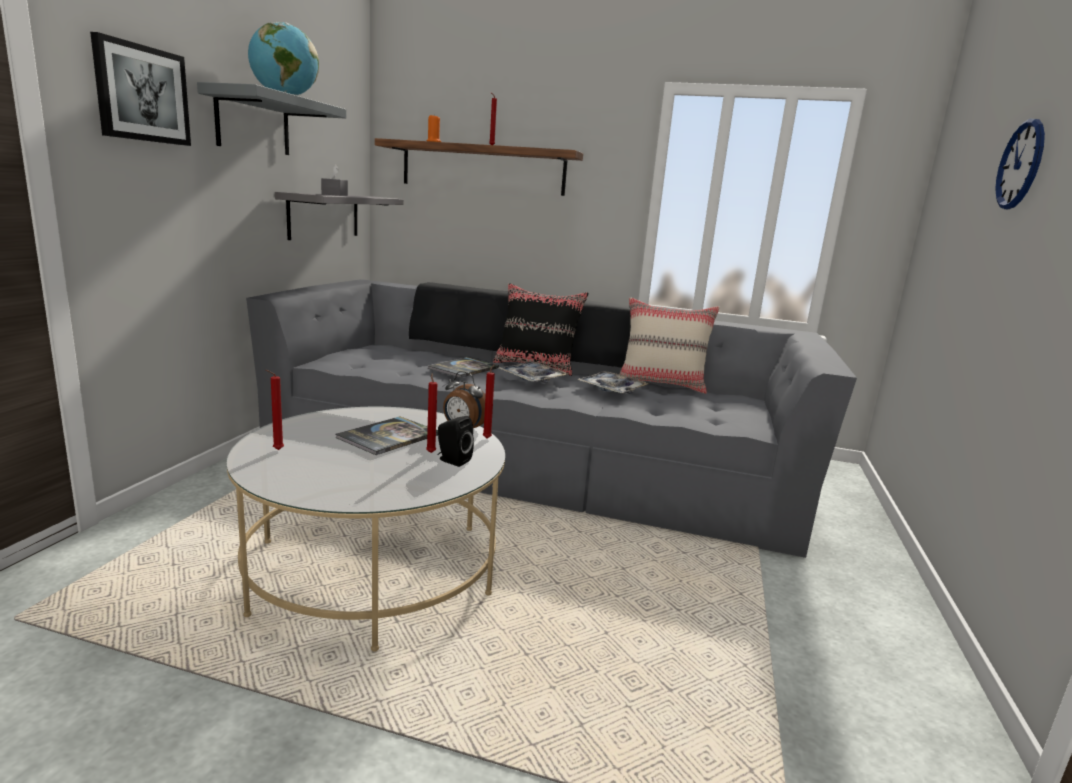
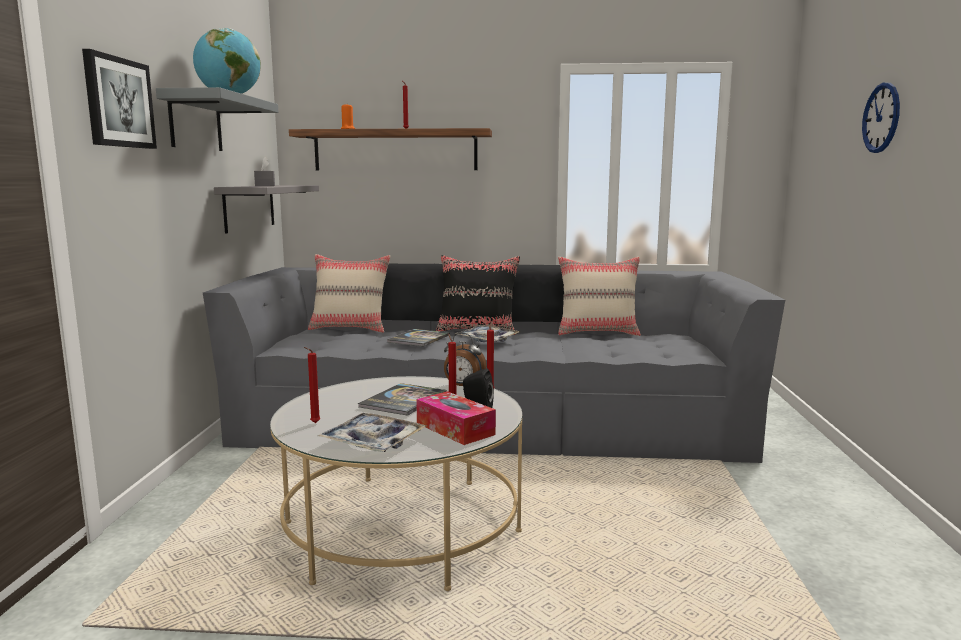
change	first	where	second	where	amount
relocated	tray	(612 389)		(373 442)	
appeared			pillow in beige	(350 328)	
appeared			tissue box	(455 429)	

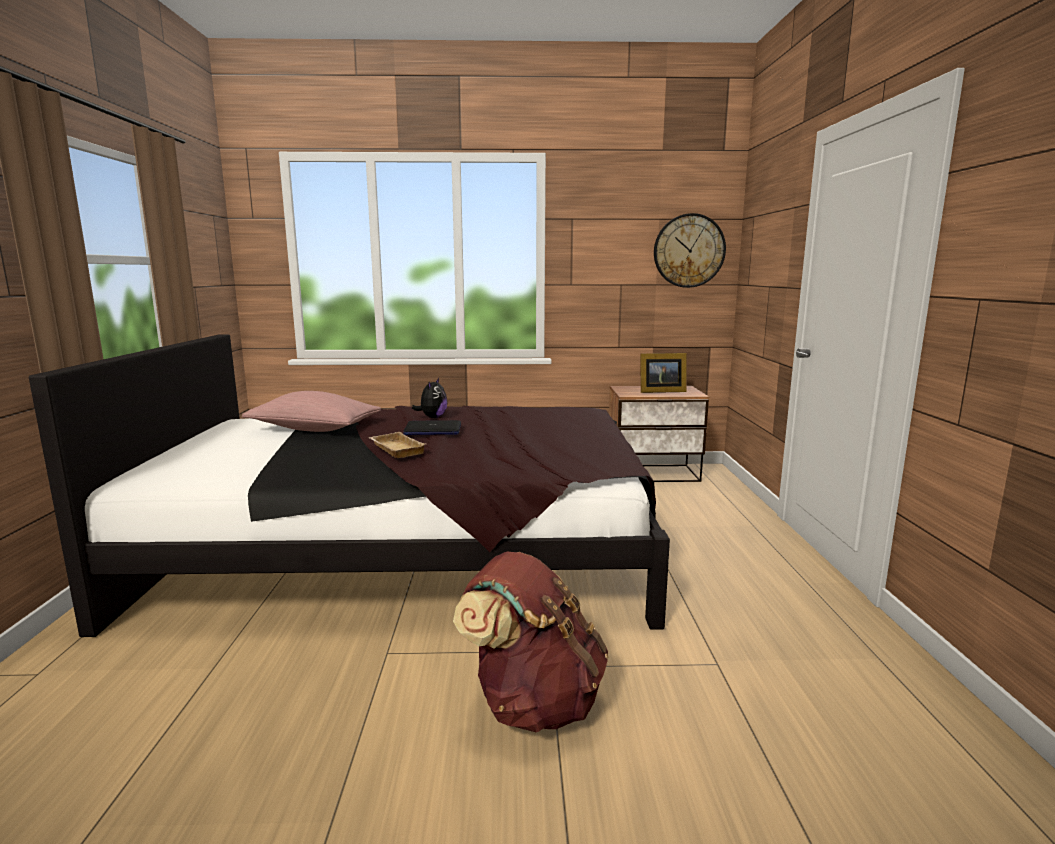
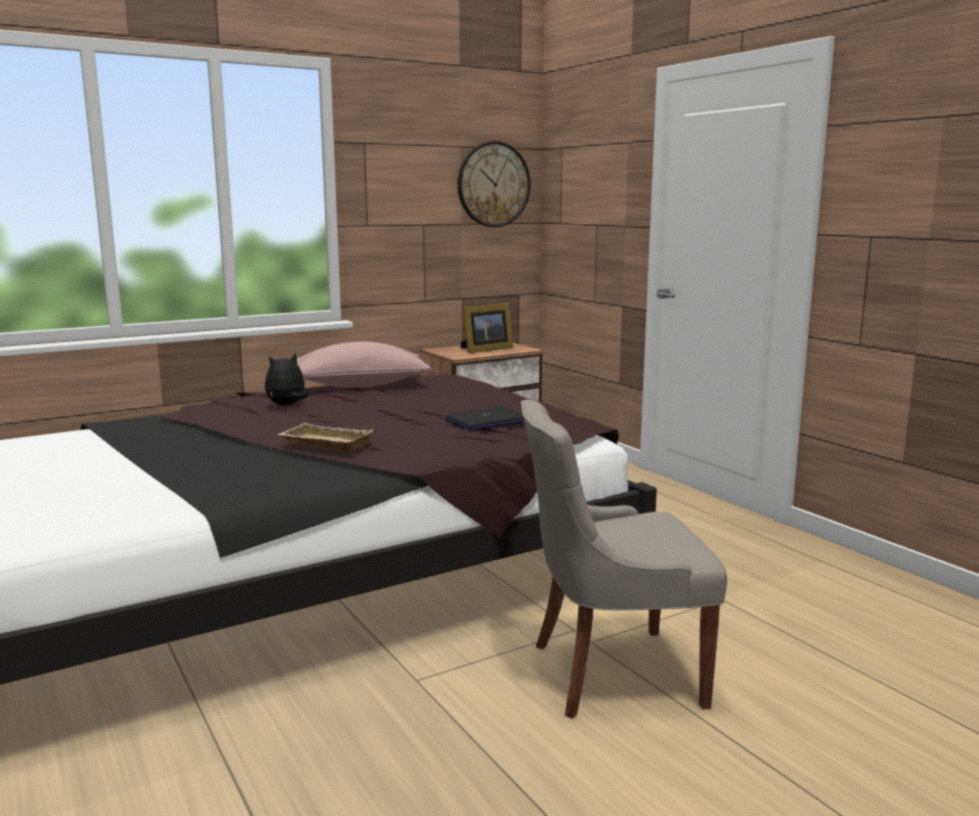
change	first	where	second	where	amount
relocated	pillow in pink	(314 429)		(359 385)	
relocated	laptop	(432 430)		(487 421)	
spun	plush toy	(432 417)		(287 405)	120 degrees counterclockwise
exchanged	backpack in brown	(533 702)	chair in grey	(611 673)	

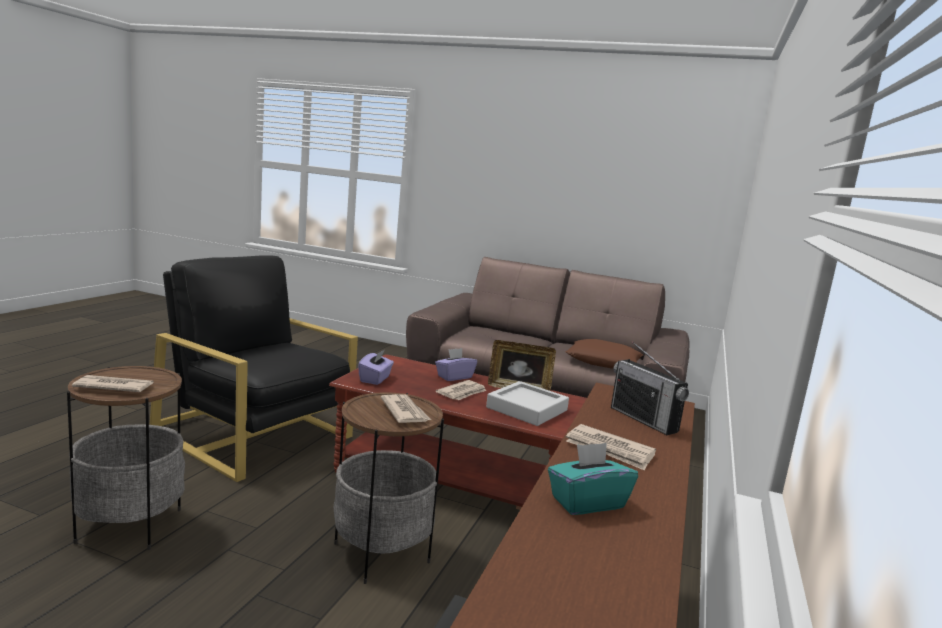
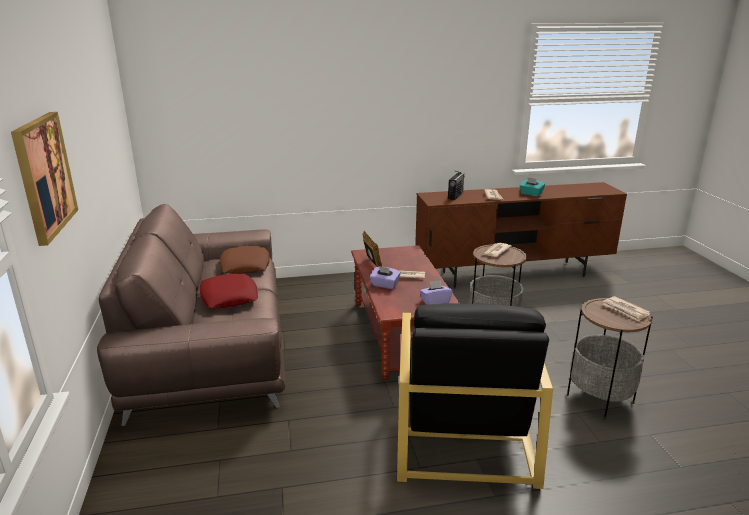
change	first	where	second	where	amount
missing	tray in grey	(527 409)			
appeared			picture	(44 175)	
appeared			pillow in red	(229 296)	

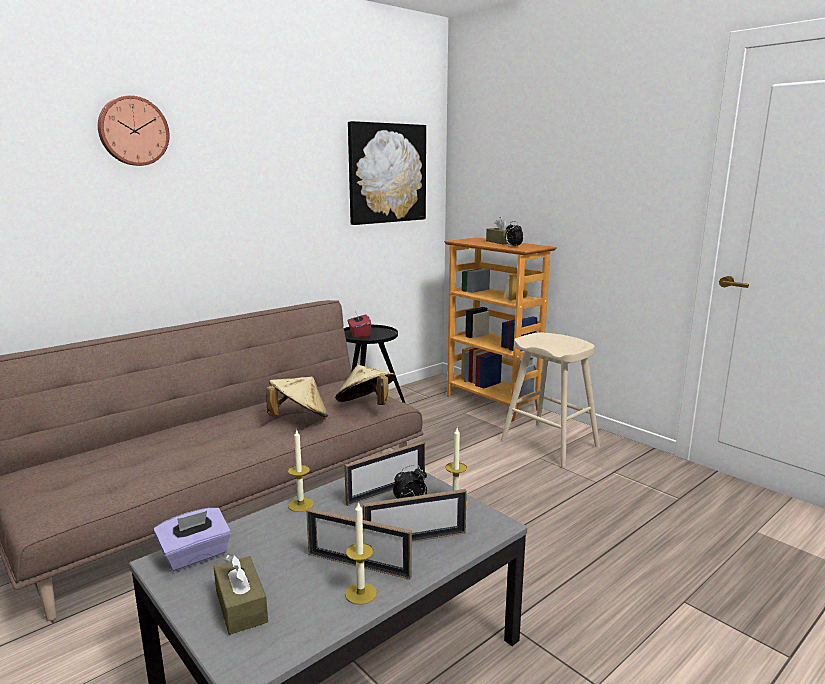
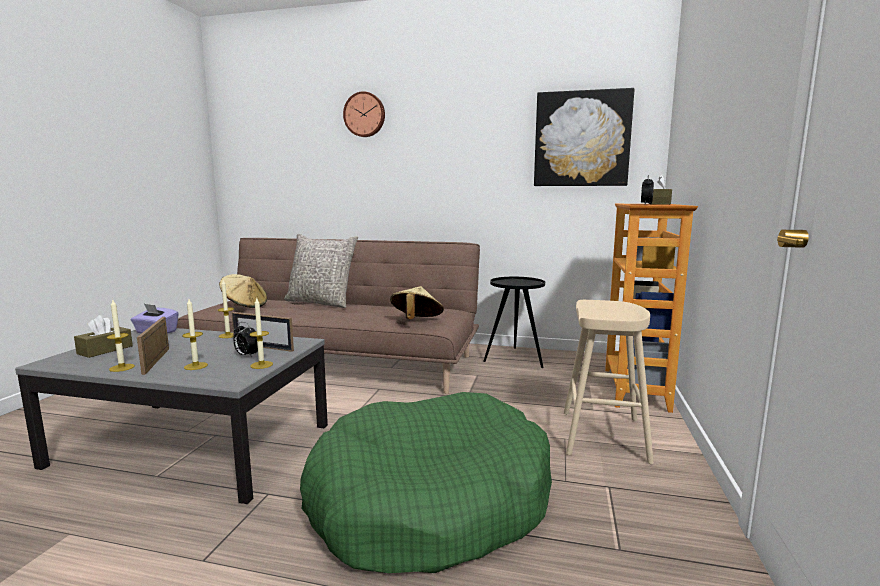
change	first	where	second	where	amount
relocated	hat in beige	(299 418)		(244 305)	
missing	tissue box in red	(359 334)			
exchanged	picture frame	(415 540)	candle	(195 366)	
appeared			pillow in grey	(321 302)	
appeared			dog bed in green	(430 502)	

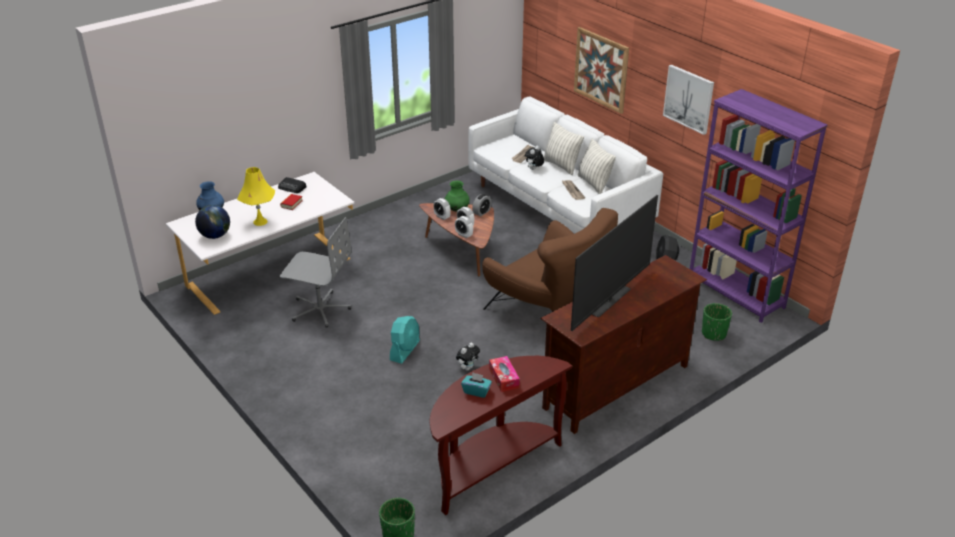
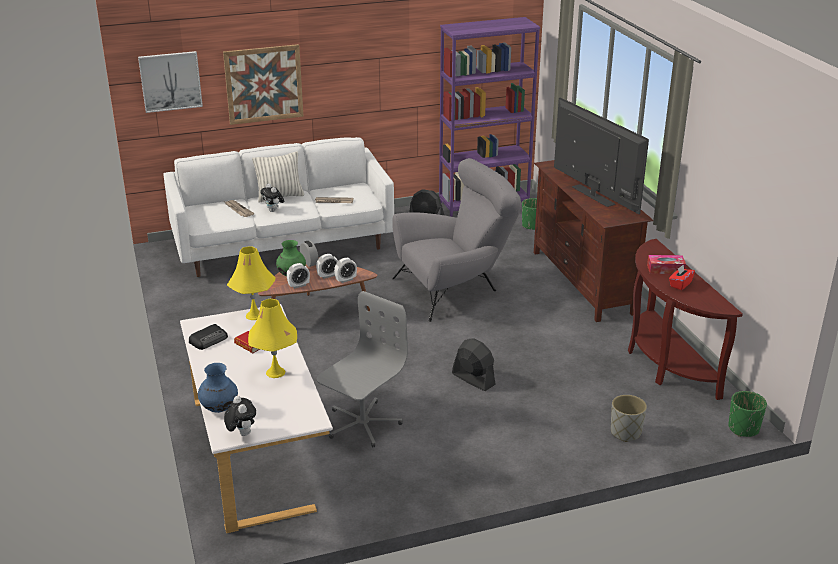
change	first	where	second	where	amount
missing	globe	(215 236)			
colour	fan in turquoise	(405 350)	fan in black	(473 379)	
relocated	plush toy	(467 367)		(241 433)	
colour	tissue box in turquoise	(476 391)	tissue box in red	(680 284)	
colour	armchair in brown	(549 310)	armchair in grey	(455 288)	
missing	pillow	(594 184)			
relocated	picture	(689 99)		(170 81)	
appeared			table lamp in yellow	(254 315)	
appeared			planter in grey	(625 433)	

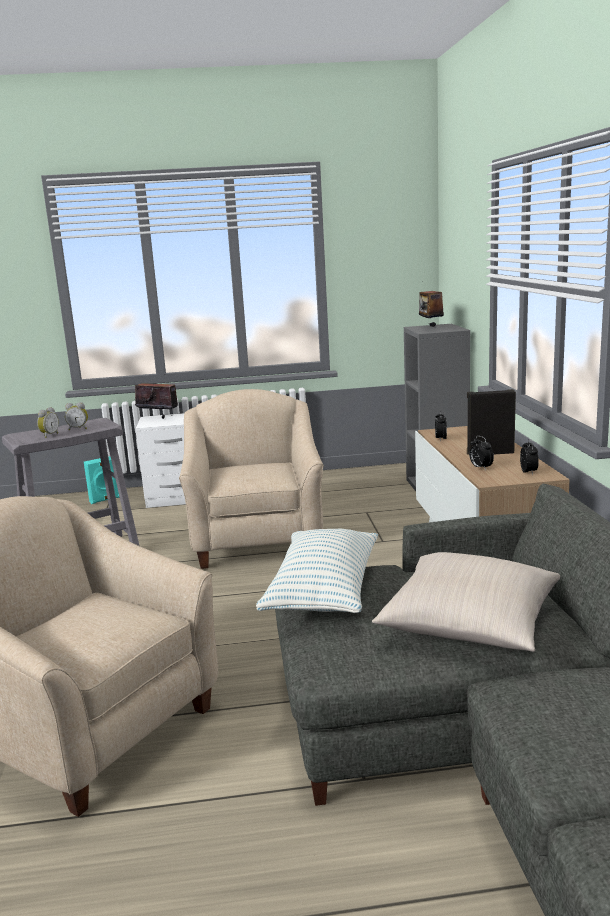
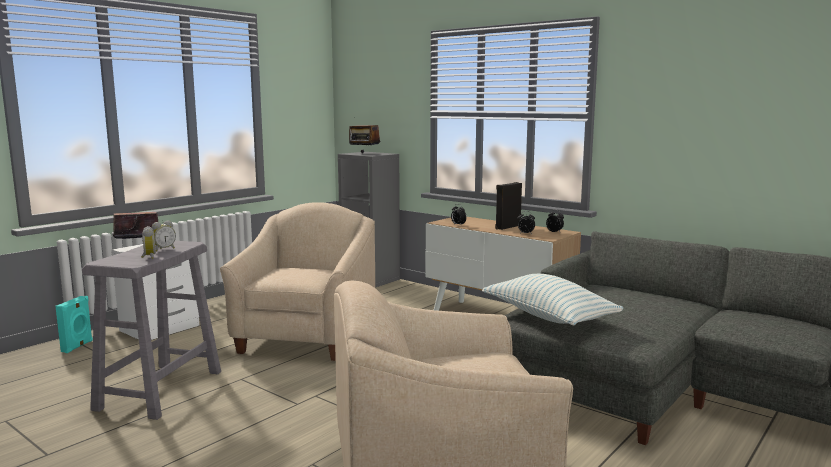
change	first	where	second	where	amount
spun	armchair in beige	(257 539)		(307 337)	60 degrees clockwise
missing	pillow in beige	(470 623)			

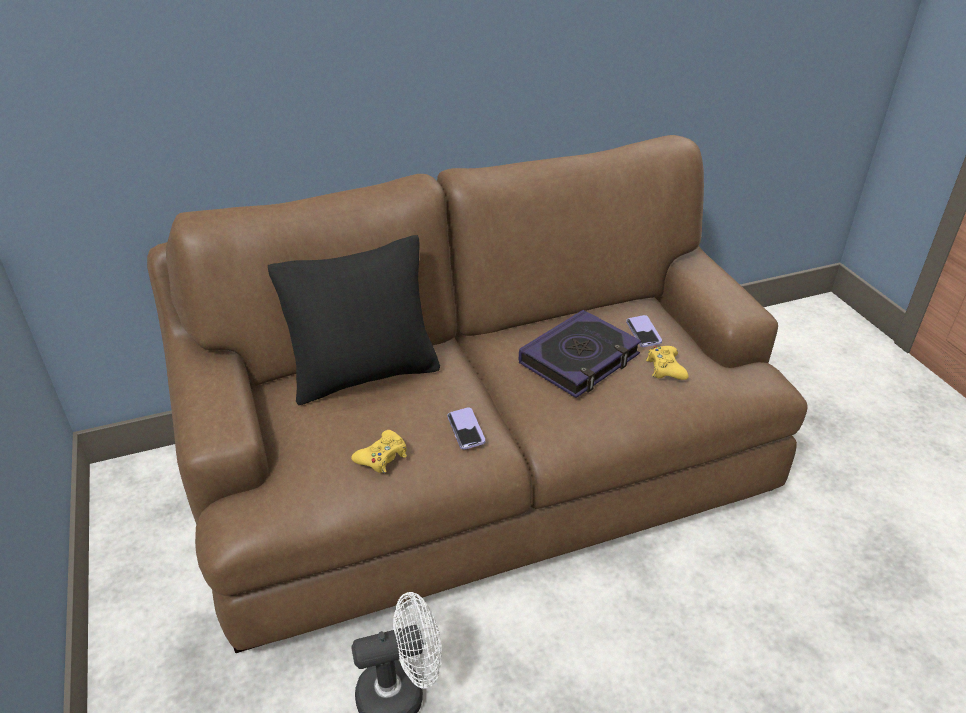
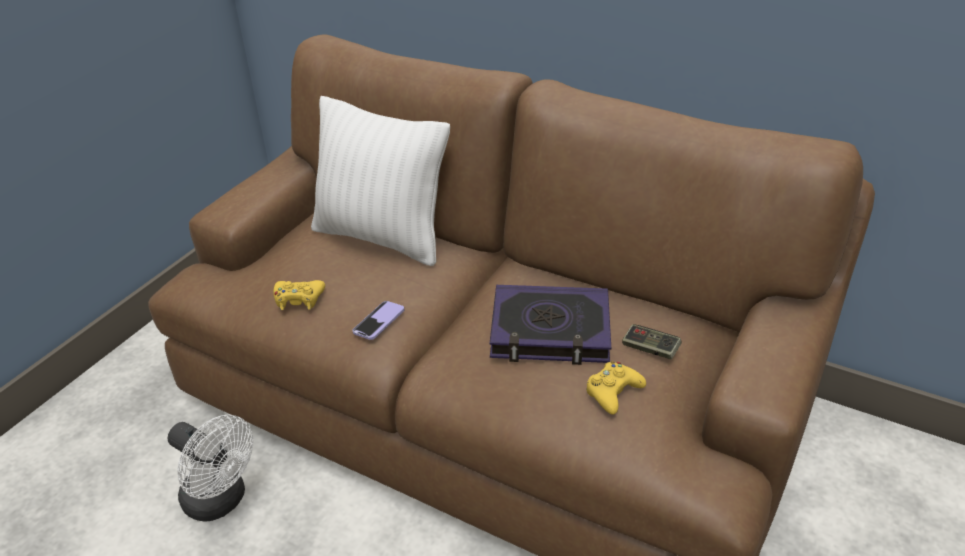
change	first	where	second	where	amount
colour	pillow in black	(365 375)	pillow in white	(382 237)	
exchanged	phone	(643 332)	game controller	(650 349)	

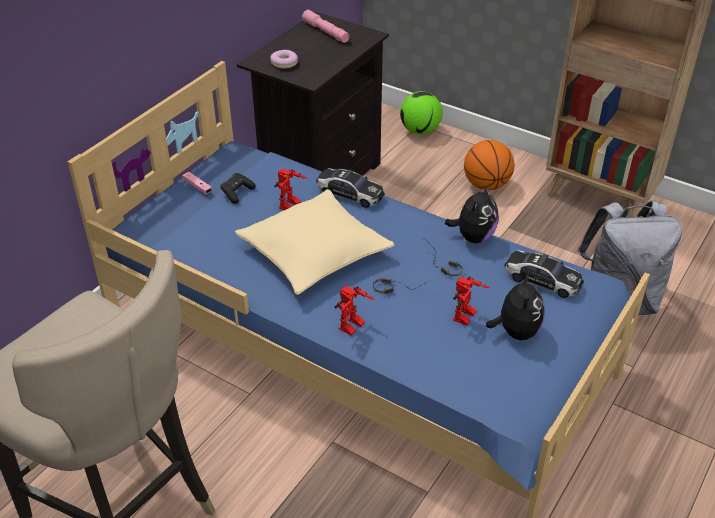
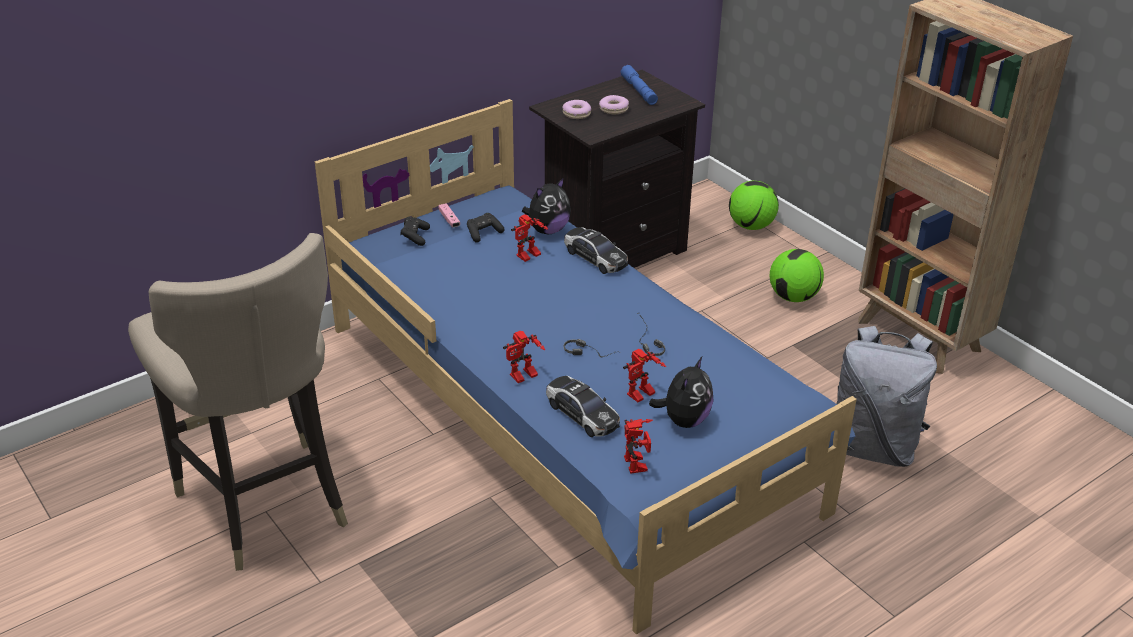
change	first	where	second	where	amount
missing	pillow in beige	(314 252)			
colour	flashlight in pink	(325 32)	flashlight in blue	(639 91)	
relocated	plush toy	(473 237)		(547 230)	
exchanged	basketball	(486 185)	football	(793 297)	
relocated	toy car	(542 280)		(582 414)	
appeared			game controller in black	(415 237)	
appeared			donut	(613 109)	
appeared			toy robot	(639 464)	

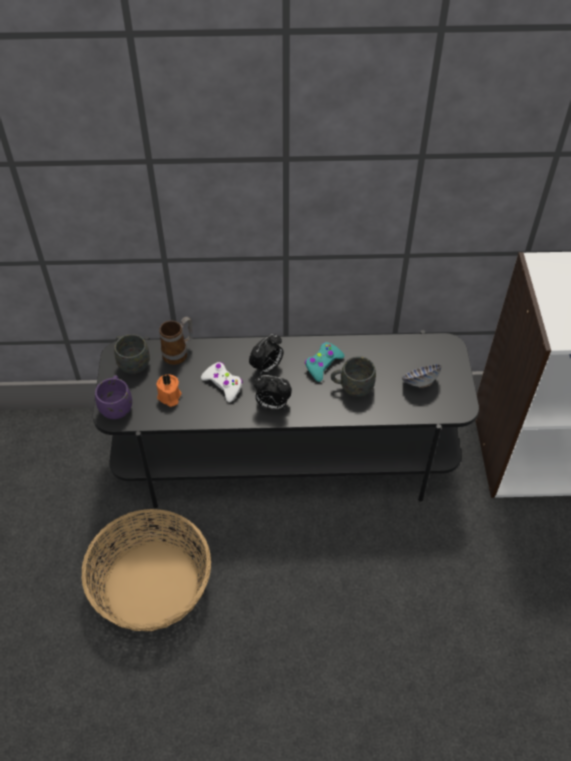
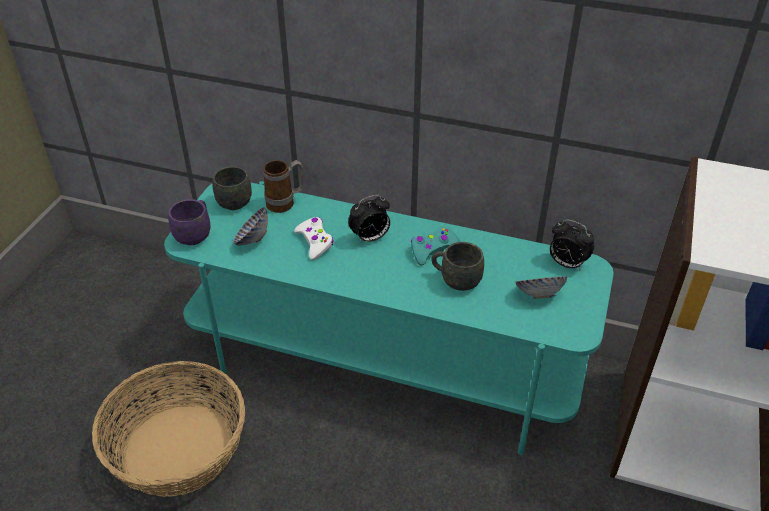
change	first	where	second	where	amount
colour	tv stand in black	(287 456)	tv stand in turquoise	(386 362)	
exchanged	candle in orange	(169 397)	bowl	(252 240)	
relocated	alarm clock	(272 405)		(566 264)	

